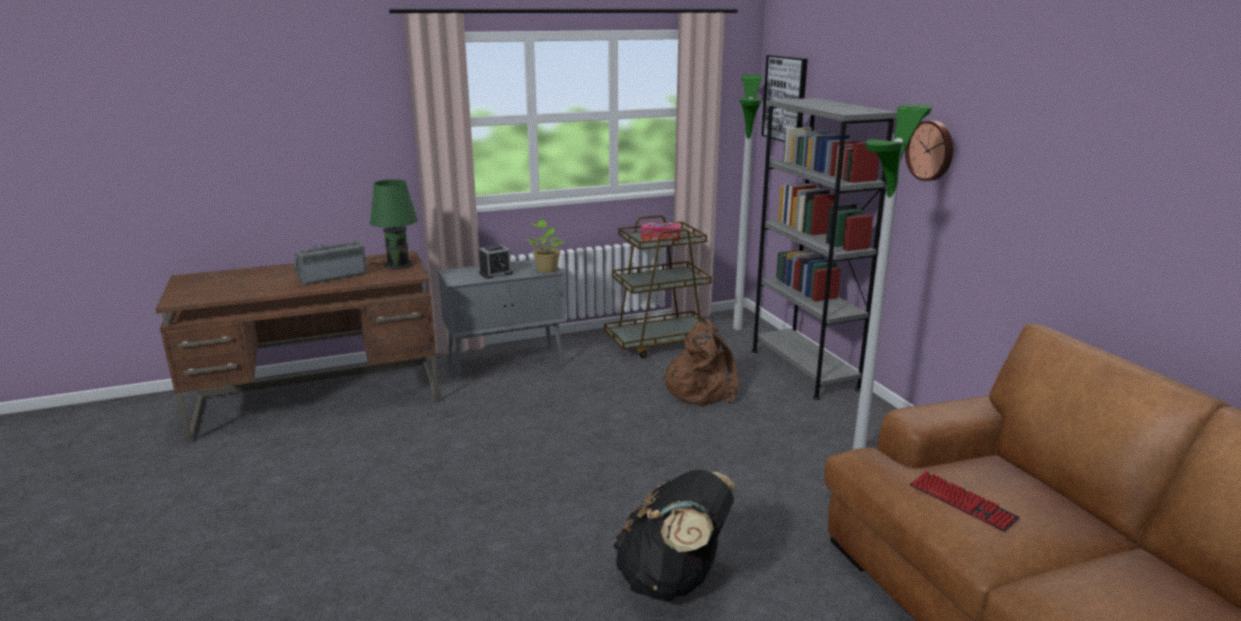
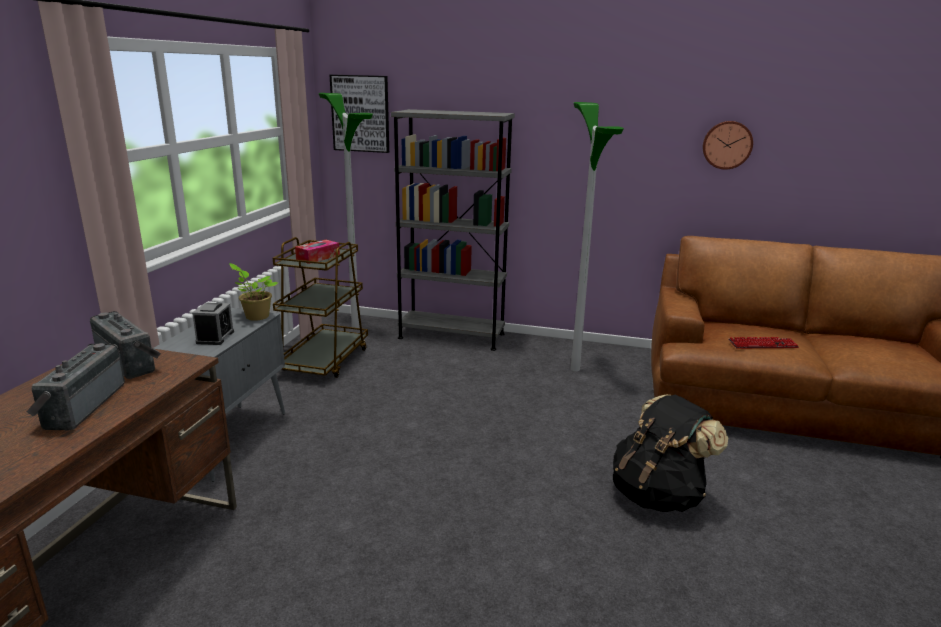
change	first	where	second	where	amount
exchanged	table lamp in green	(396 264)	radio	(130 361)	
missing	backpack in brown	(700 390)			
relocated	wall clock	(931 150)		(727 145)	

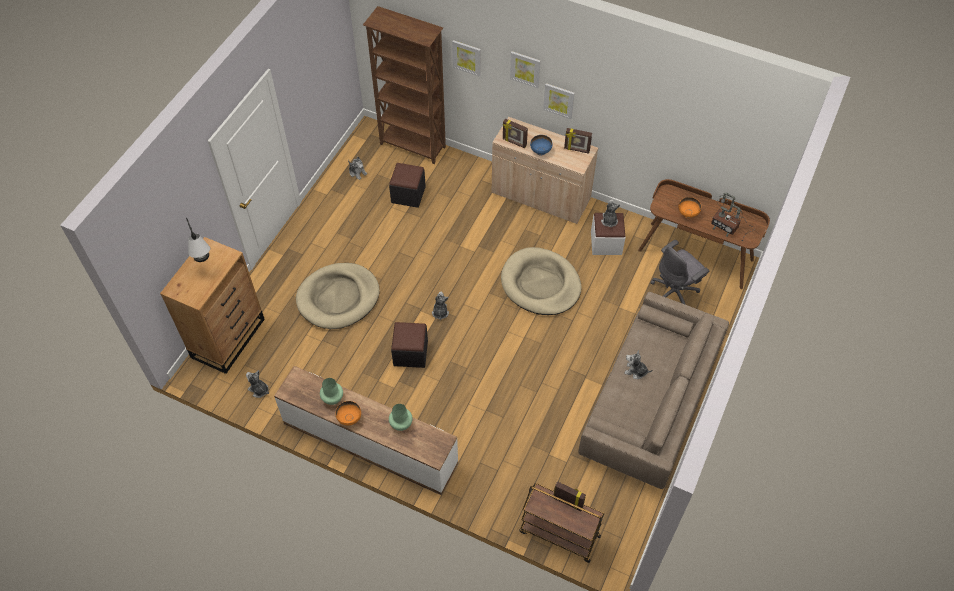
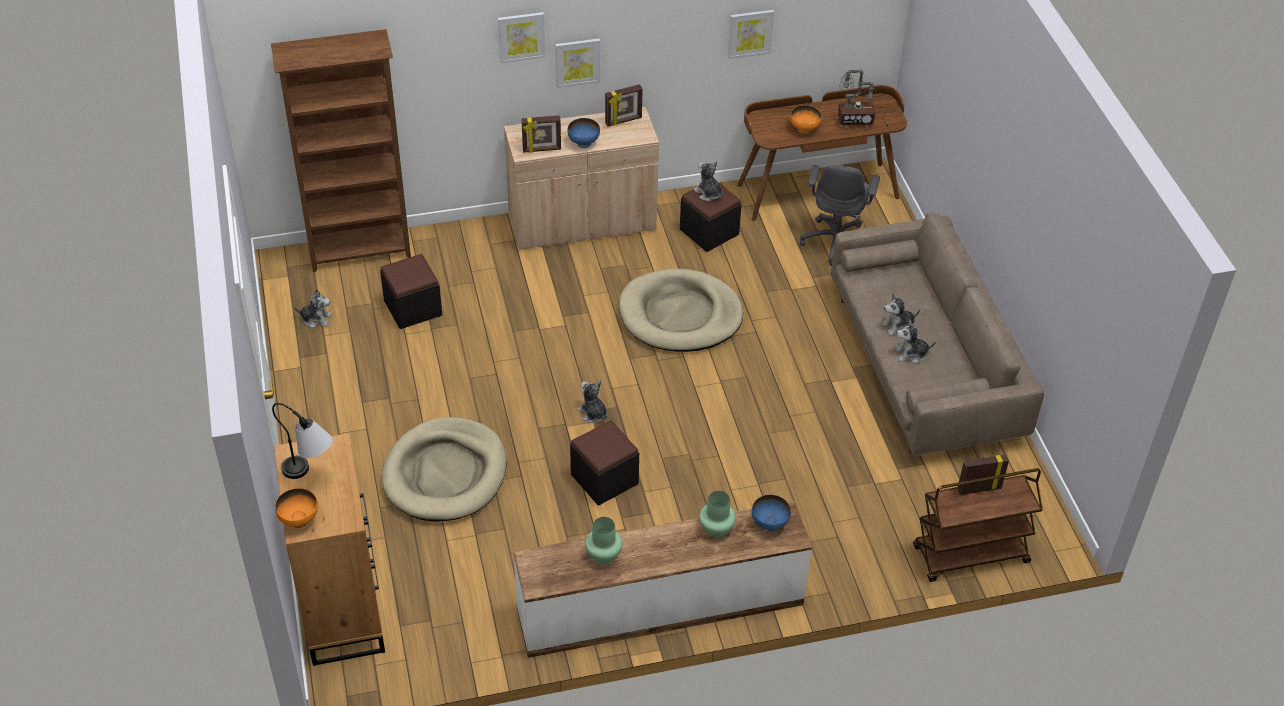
change	first	where	second	where	amount
relocated	plush toy	(259 390)		(911 354)	
relocated	bowl in orange	(350 419)		(299 520)	
relocated	picture	(467 57)		(750 33)	
colour	ottoman in white	(606 243)	ottoman in black	(709 232)	
appeared			bowl in blue	(769 524)	

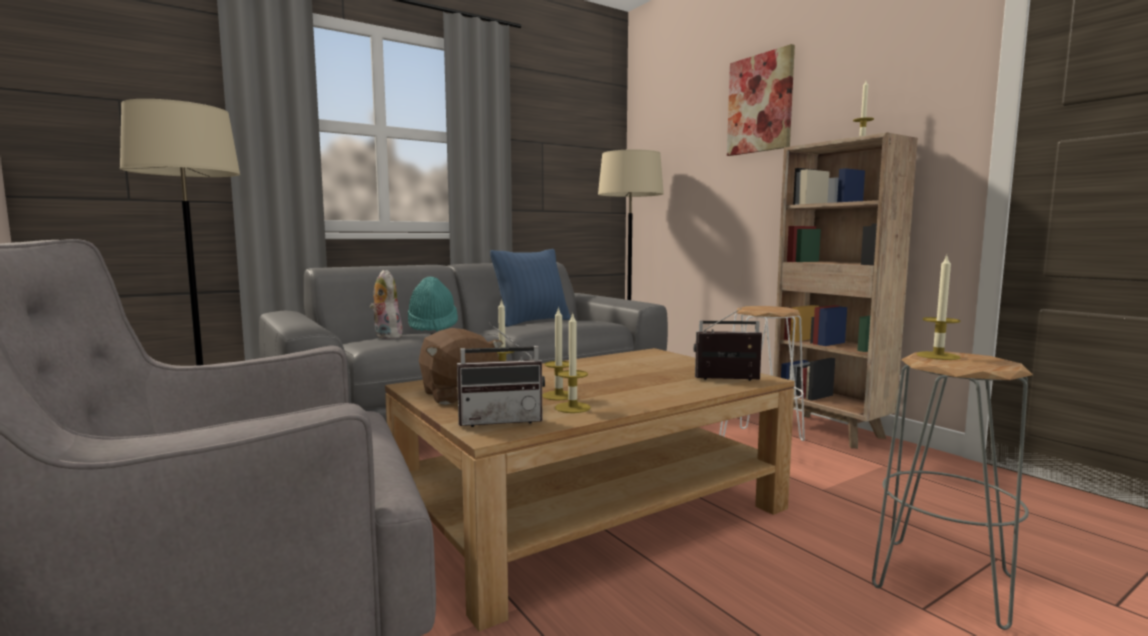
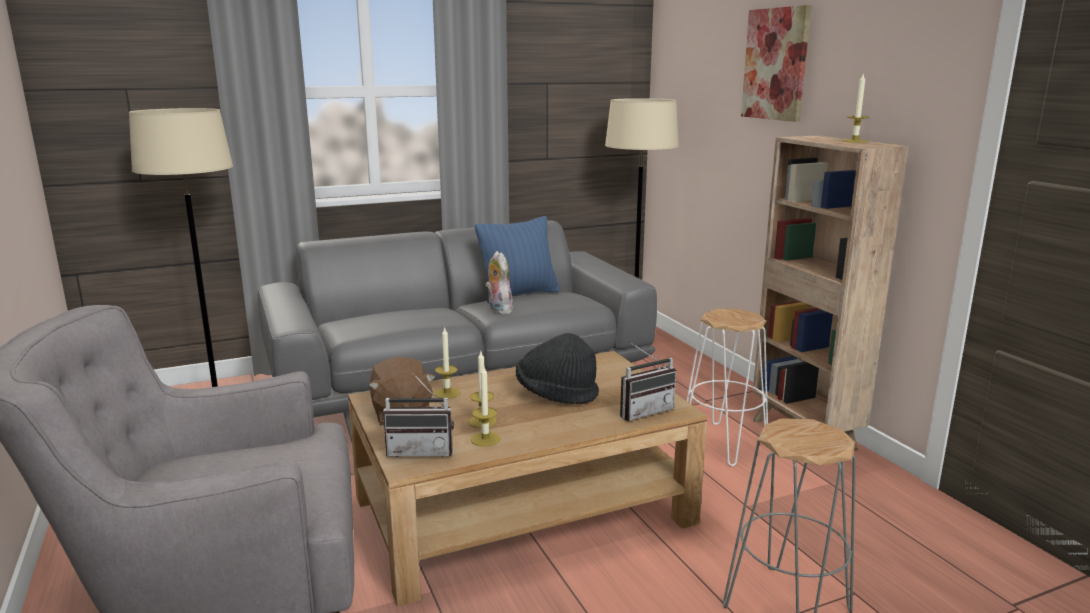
change	first	where	second	where	amount
relocated	plush toy	(386 336)		(498 310)	
missing	hat in turquoise	(432 327)			
spun	radio	(727 381)		(643 411)	135 degrees clockwise
missing	candle	(938 356)			
appeared			hat in black	(556 394)	

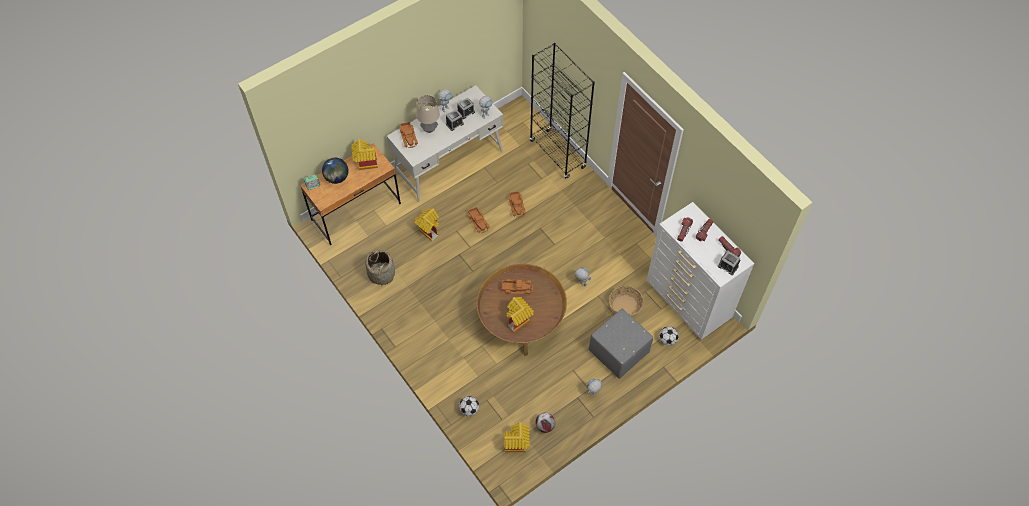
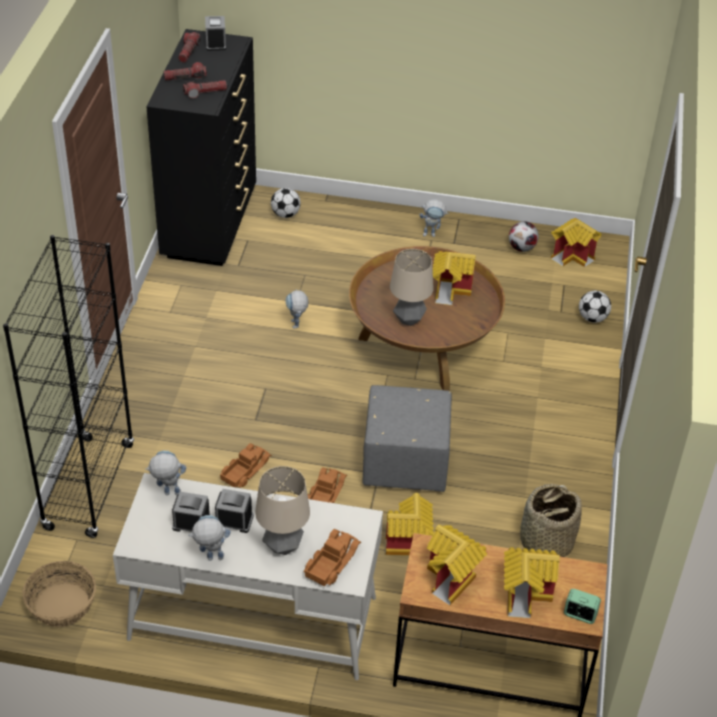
change	first	where	second	where	amount
exchanged	globe	(337 178)	toy house	(525 594)	
exchanged	toy truck	(517 288)	table lamp	(409 320)	
relocated	ottoman in grey	(619 352)		(405 461)	
relocated	basket	(625 306)		(61 605)	
colour	dresser in white	(687 302)	dresser in black	(211 224)	

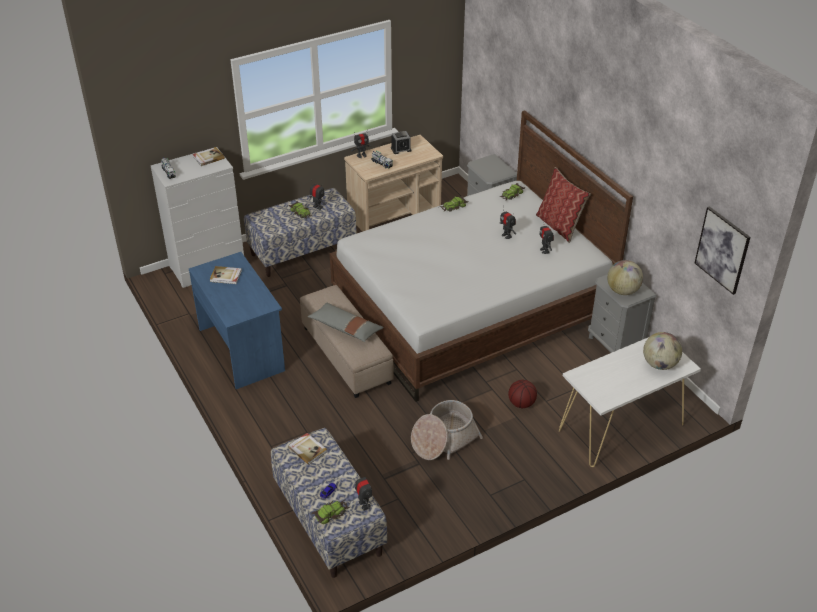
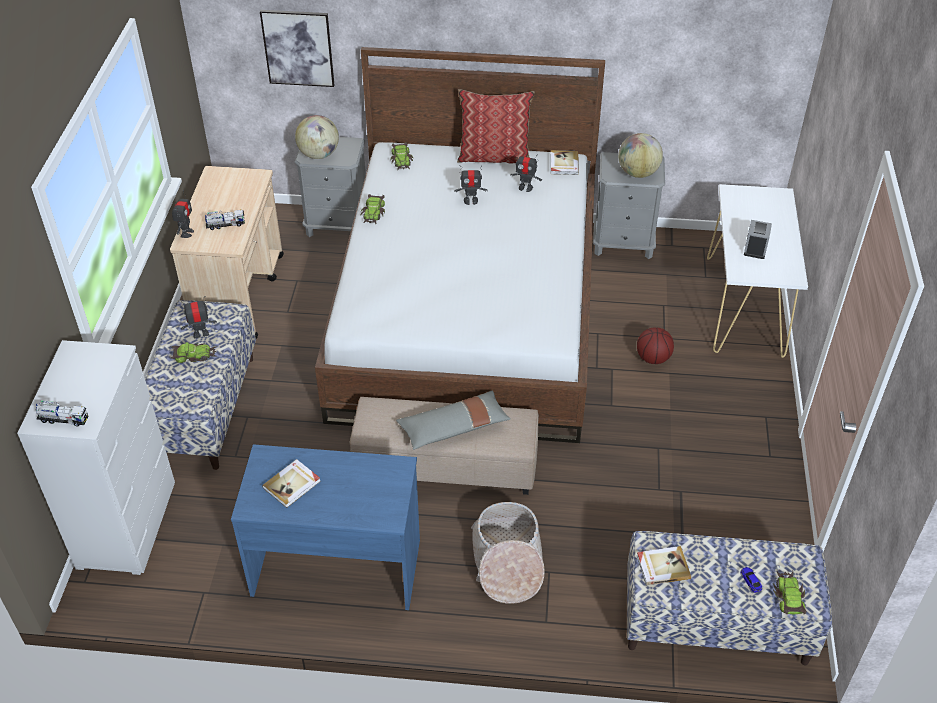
change	first	where	second	where	amount
relocated	book	(208 157)		(563 164)	
missing	toy robot	(364 504)			
relocated	alarm clock	(401 149)		(755 248)	
relocated	basket	(444 439)		(507 562)	
relocated	globe	(659 364)		(319 154)	
relocated	picture	(722 250)		(298 48)	

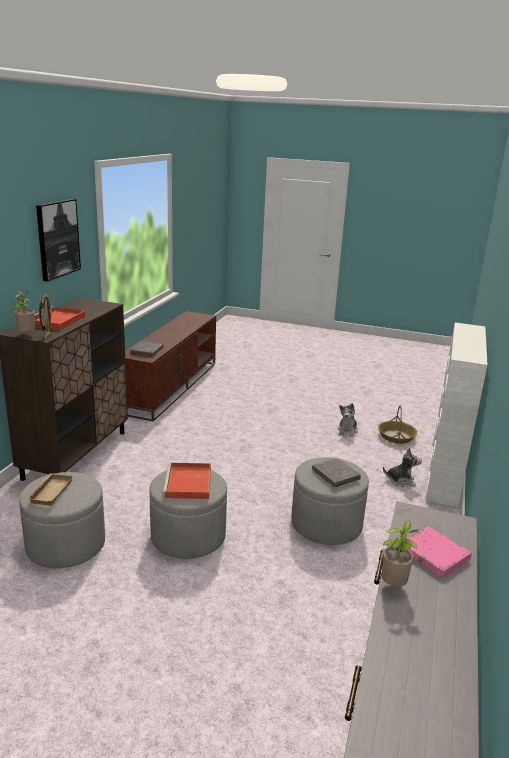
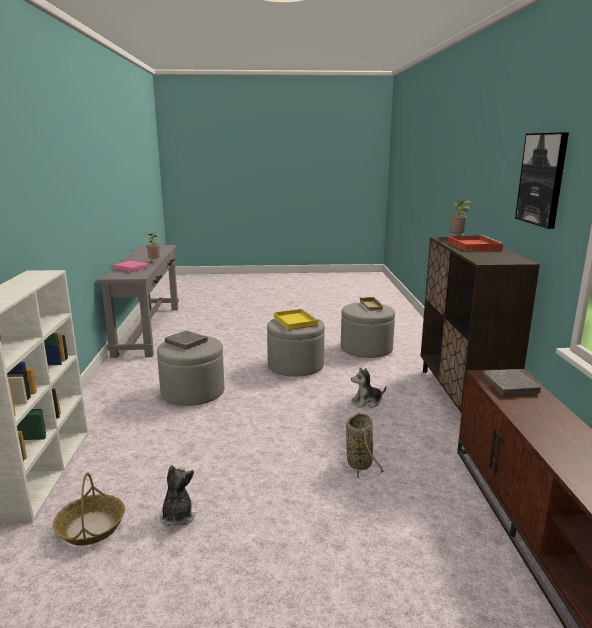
change	first	where	second	where	amount
missing	picture frame	(47 337)			
colour	tray in red	(188 484)	tray in yellow	(294 321)	
relocated	plush toy	(400 481)		(367 402)	
appeared			basket	(359 462)	

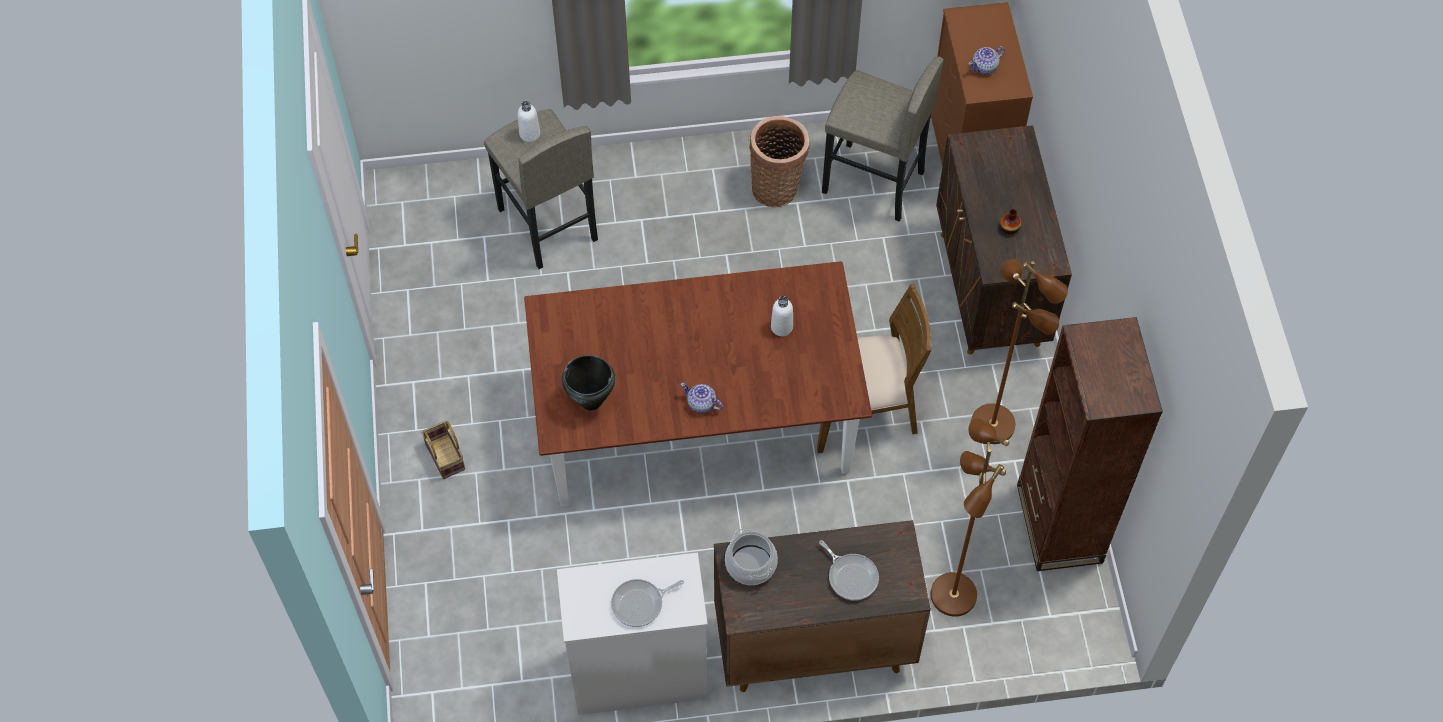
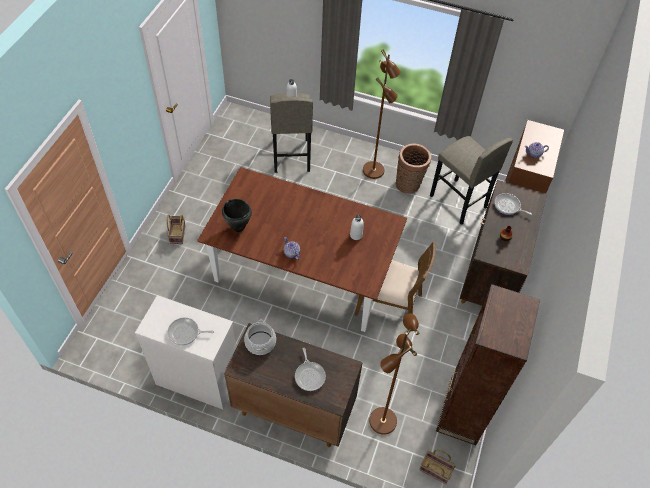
change	first	where	second	where	amount
relocated	floor lamp in brown	(994 424)		(374 170)	
appeared			basket	(436 470)	
appeared			frying pan	(508 206)	

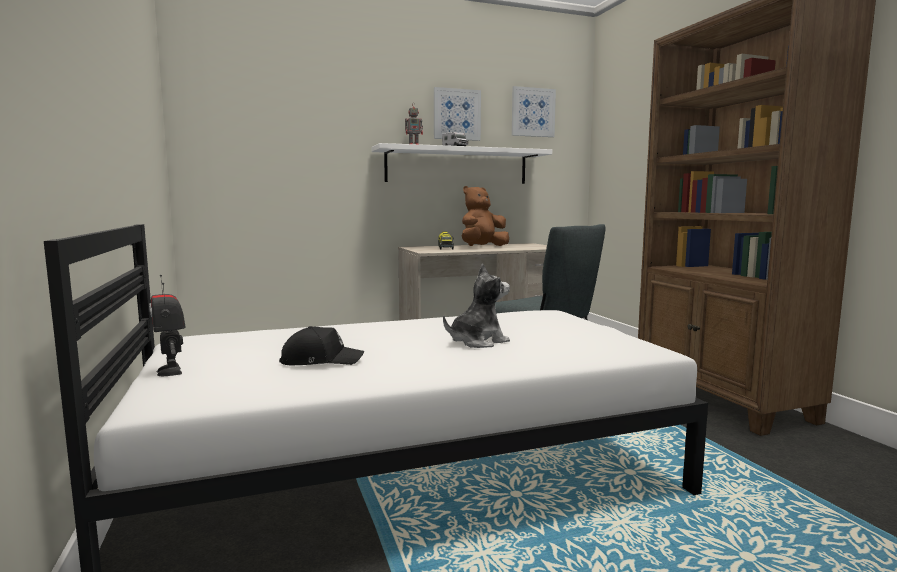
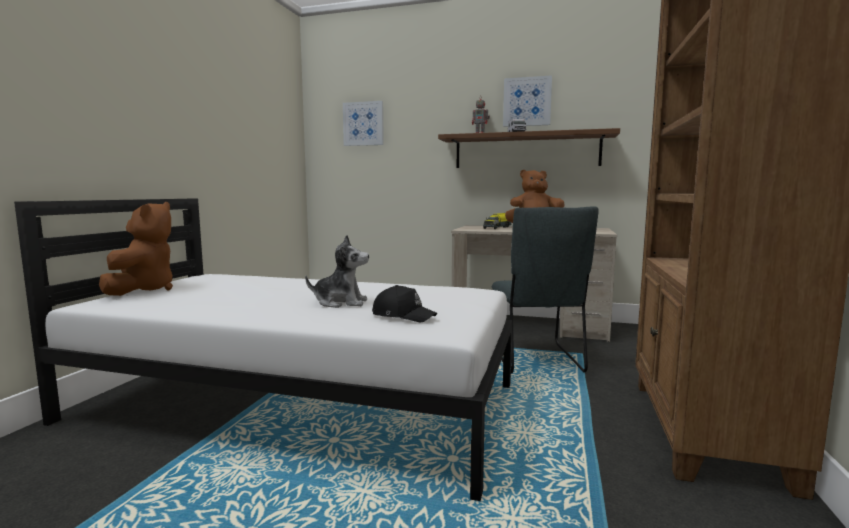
change	first	where	second	where	amount
exchanged	toy robot	(171 371)	plush toy in brown	(143 290)	
relocated	cap in black	(320 360)		(403 315)	
colour	shelf in white	(457 166)	shelf in brown	(526 151)	
relocated	picture	(533 112)		(363 124)	

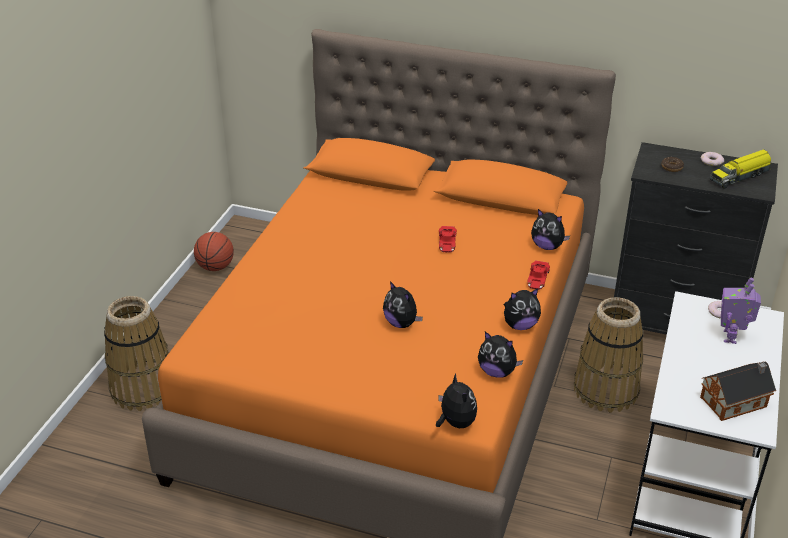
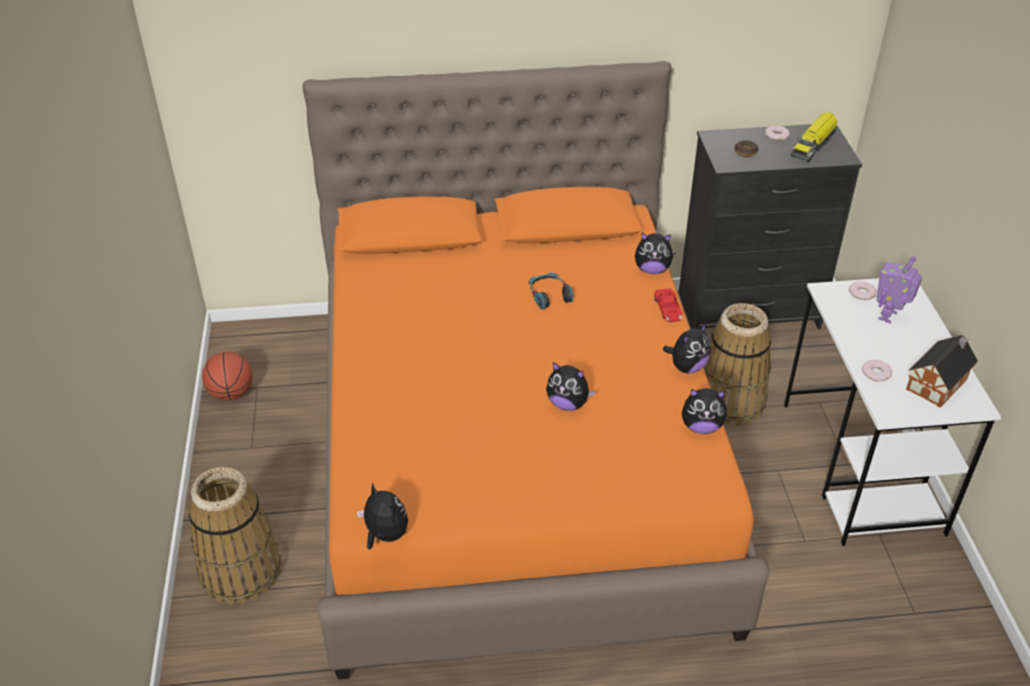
change	first	where	second	where	amount
relocated	plush toy	(455 423)		(384 535)	
exchanged	toy car in red	(447 242)	headphones	(549 295)	
spun	toy robot	(731 337)		(889 316)	45 degrees clockwise
appeared			donut	(876 373)	

